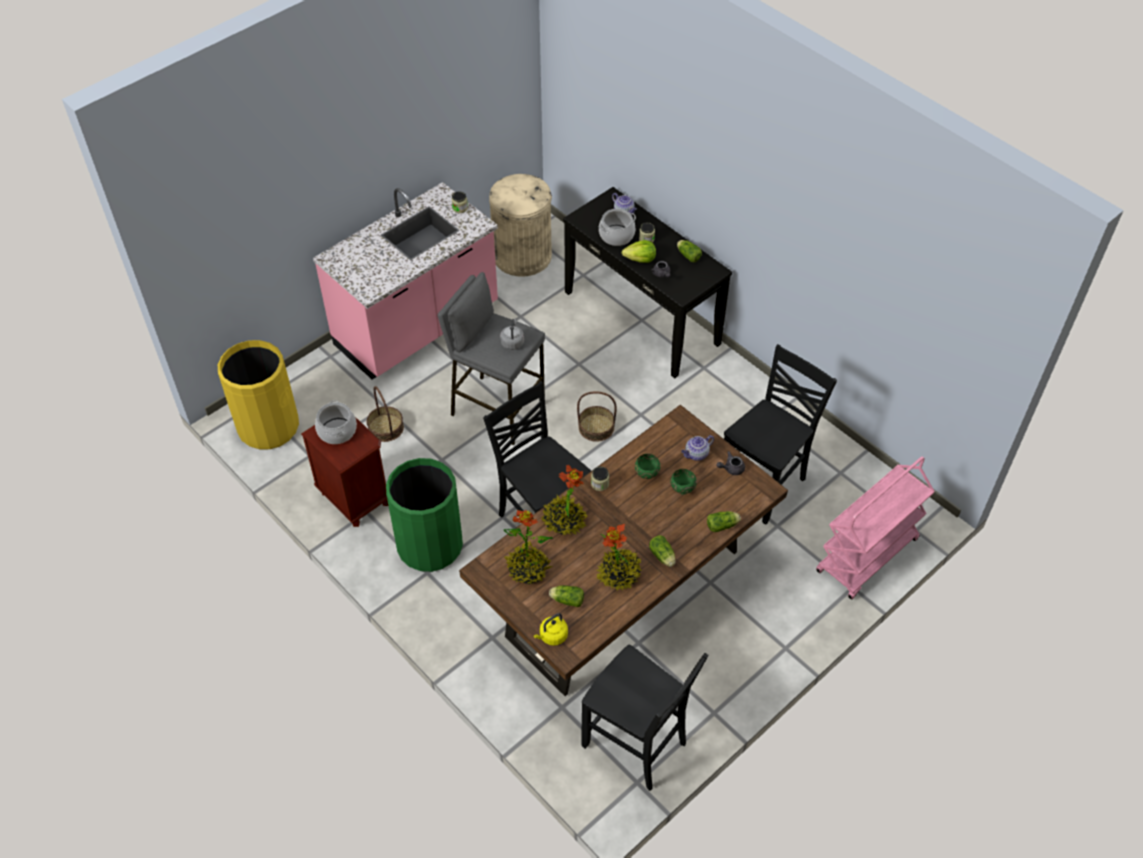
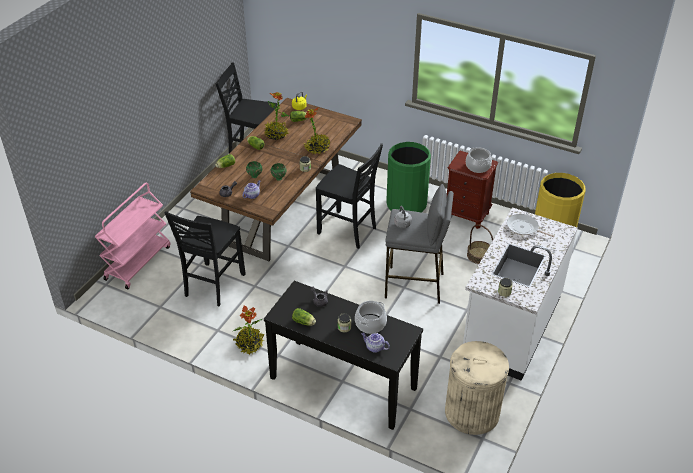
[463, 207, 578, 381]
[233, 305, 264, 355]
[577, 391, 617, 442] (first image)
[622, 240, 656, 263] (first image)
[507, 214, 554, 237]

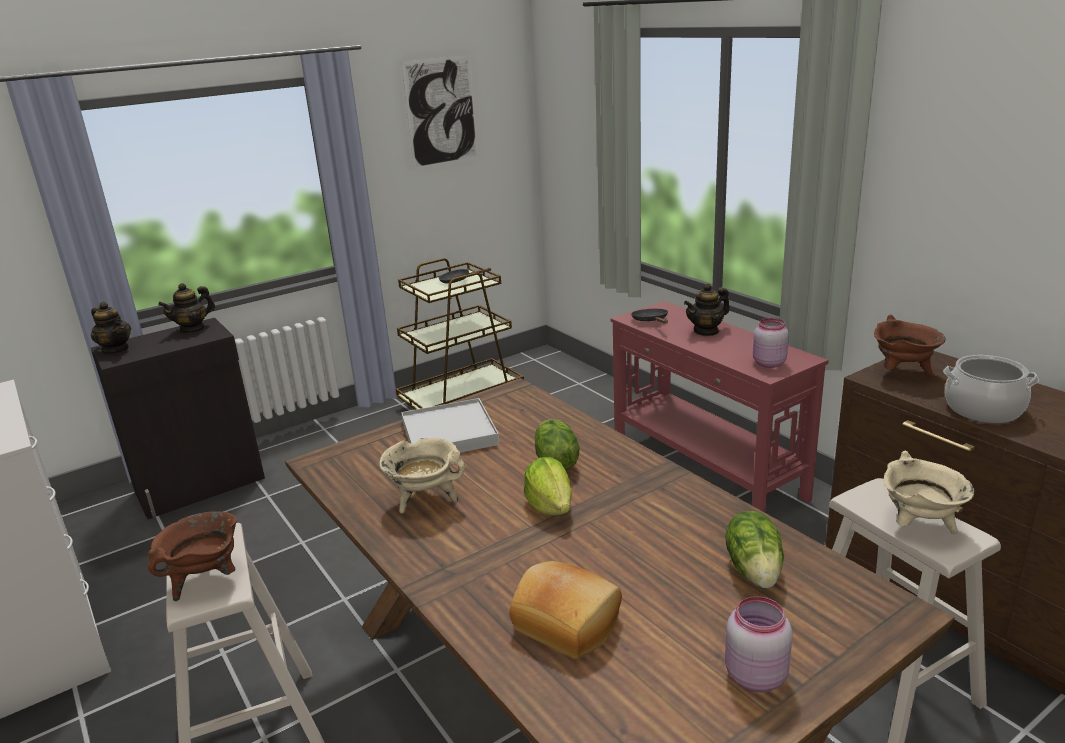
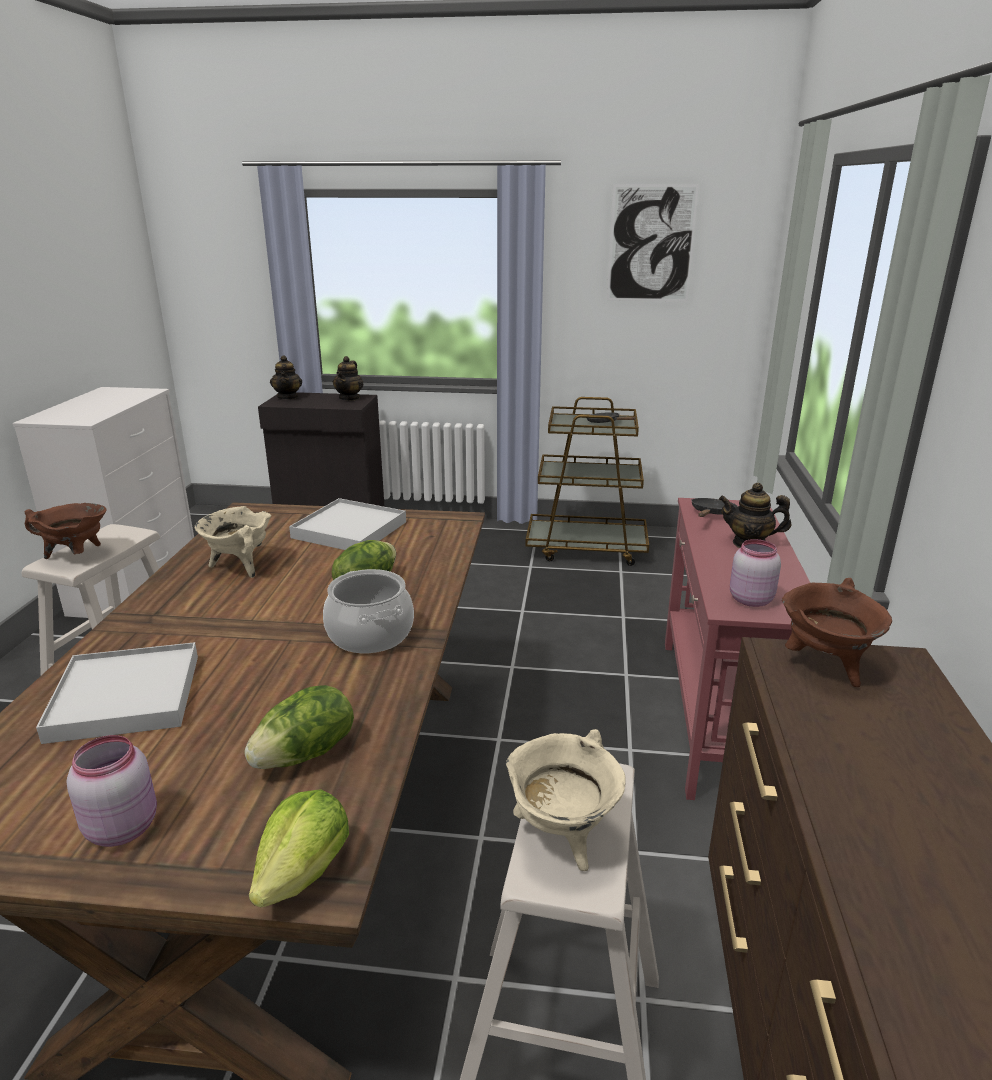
[333, 356, 363, 401]
[36, 642, 198, 744]
[249, 789, 349, 908]
[323, 569, 414, 653]

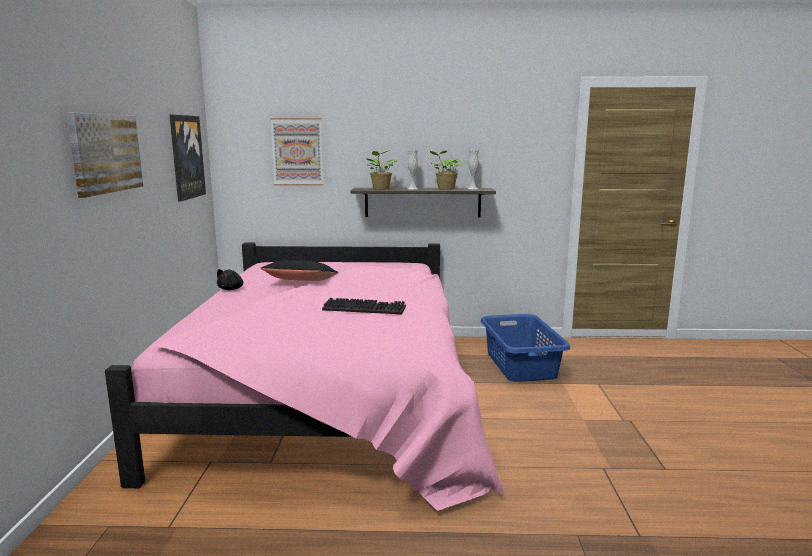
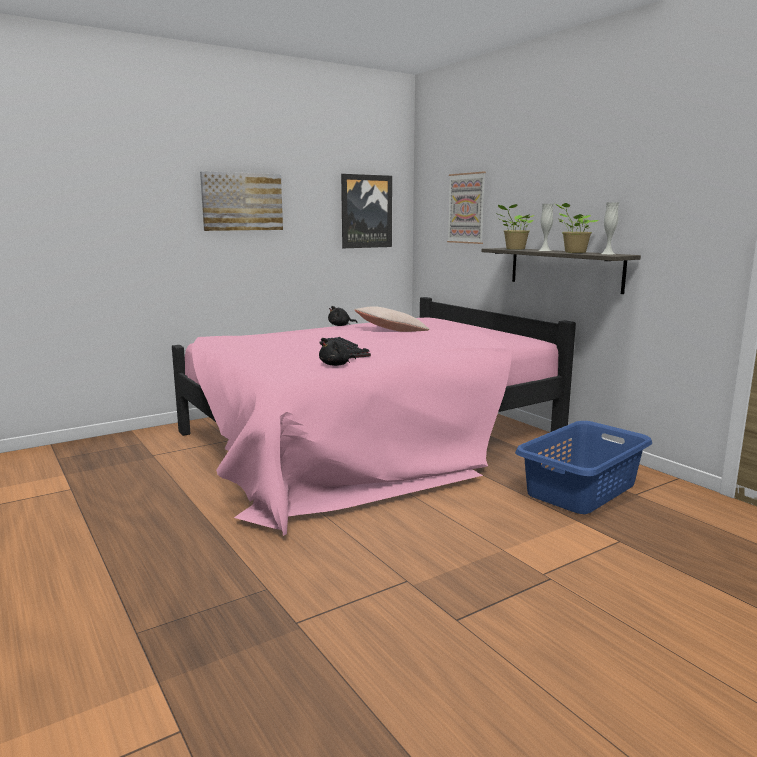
[355, 306, 430, 332]
[319, 338, 356, 366]

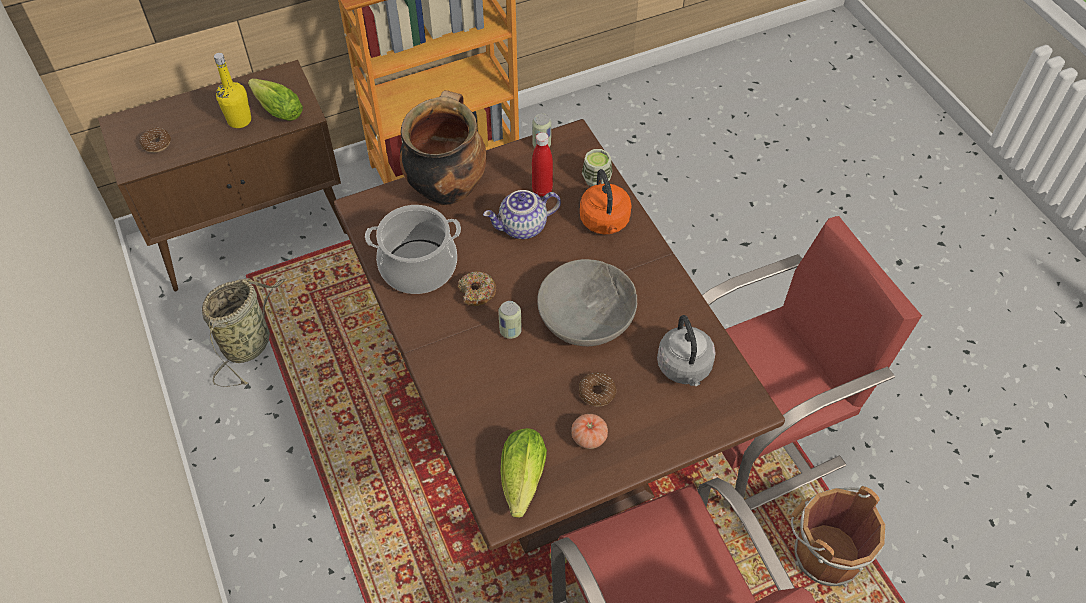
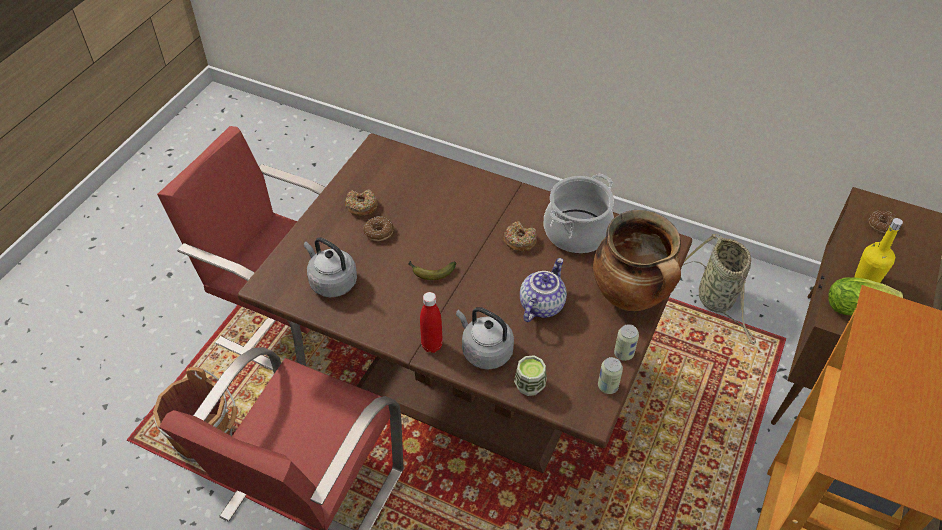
[614, 324, 639, 361]
[501, 428, 547, 518] (first image)
[420, 292, 443, 353]
[408, 261, 456, 280]
[345, 189, 378, 216]
[456, 307, 514, 370]

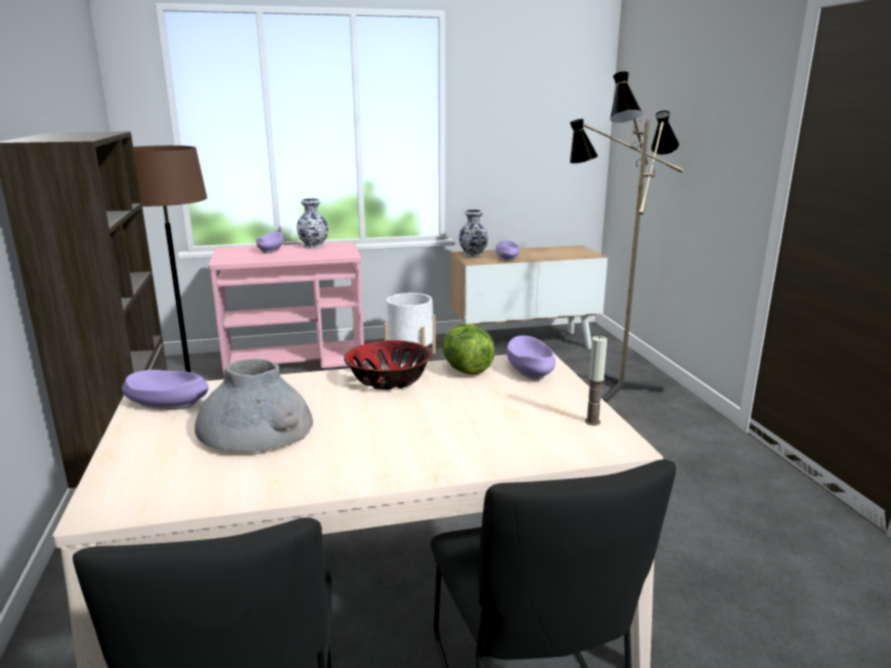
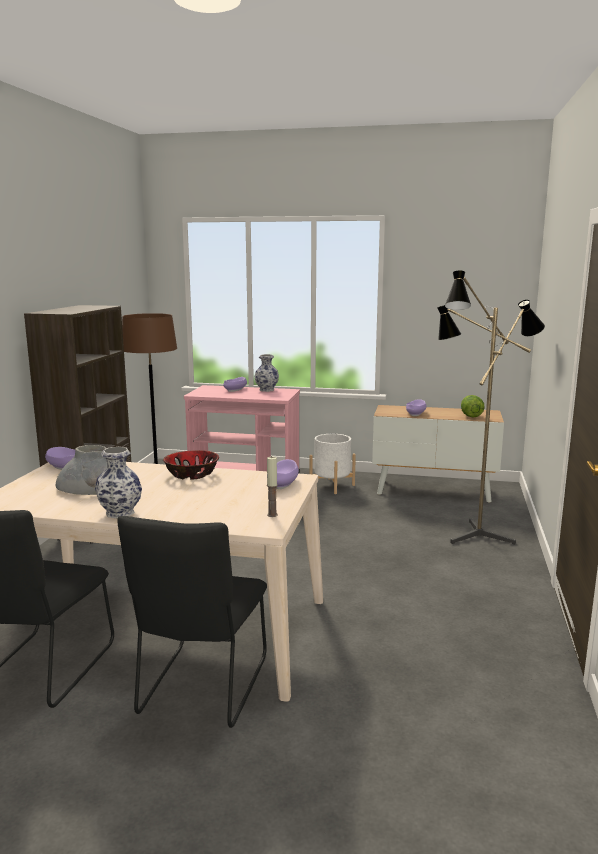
[461, 395, 485, 417]
[95, 447, 142, 519]

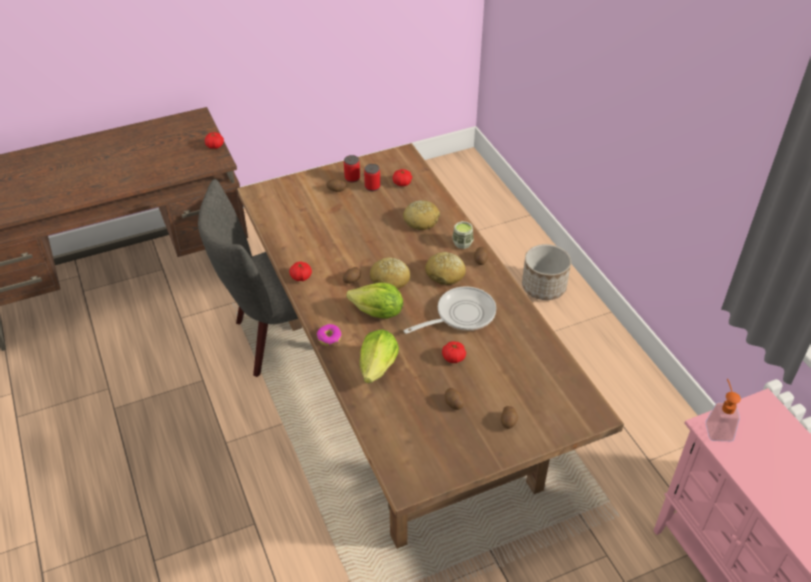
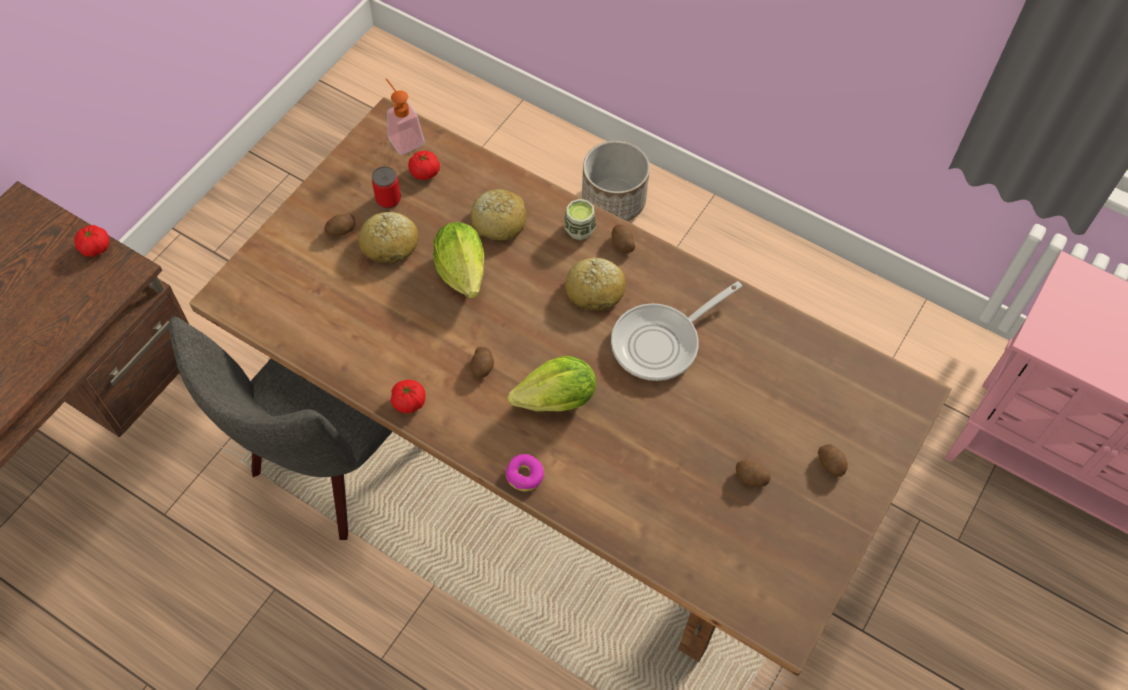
[344, 155, 360, 183] (first image)
[433, 222, 485, 298]
[358, 212, 418, 264]
[611, 281, 742, 381]
[442, 341, 466, 363] (first image)
[386, 79, 425, 155]

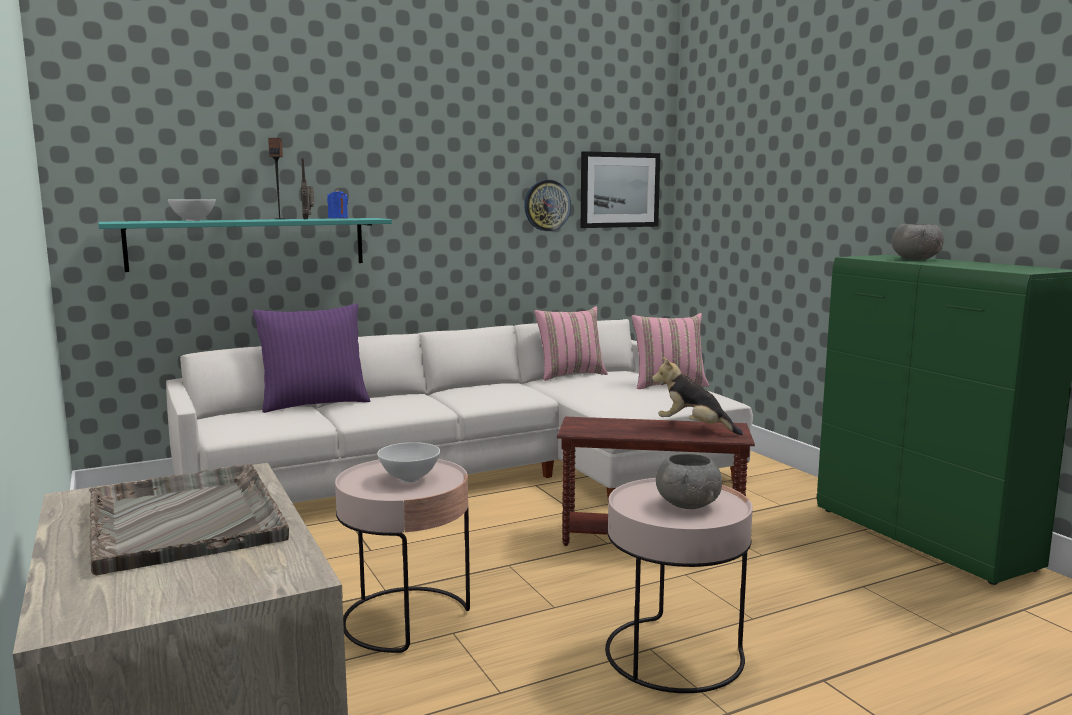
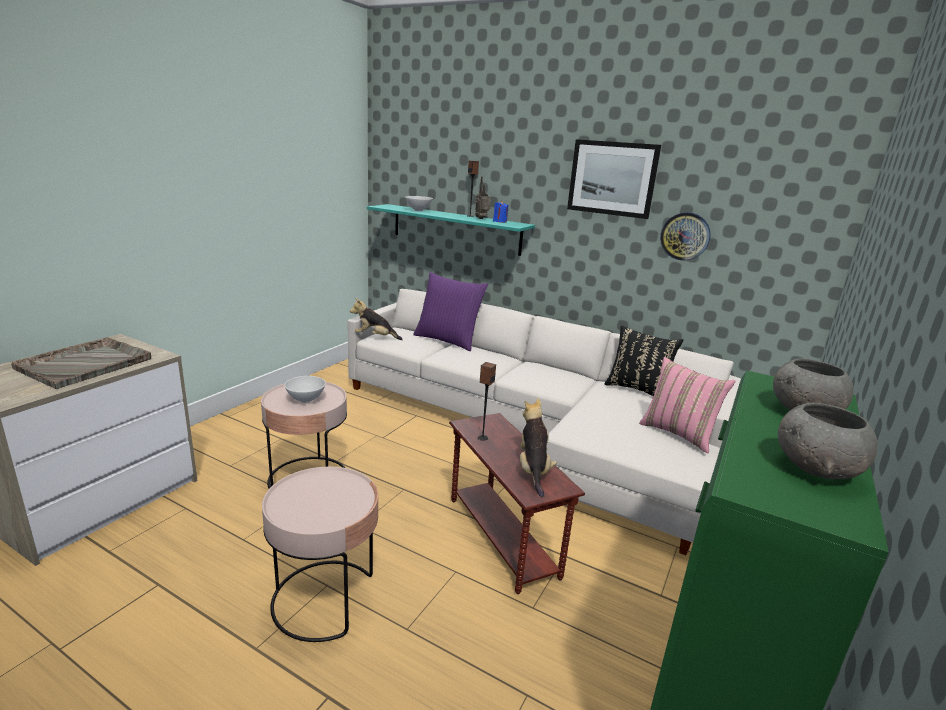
[605, 325, 683, 396]
[567, 139, 661, 219]
[778, 403, 878, 479]
[350, 298, 403, 340]
[478, 362, 496, 441]

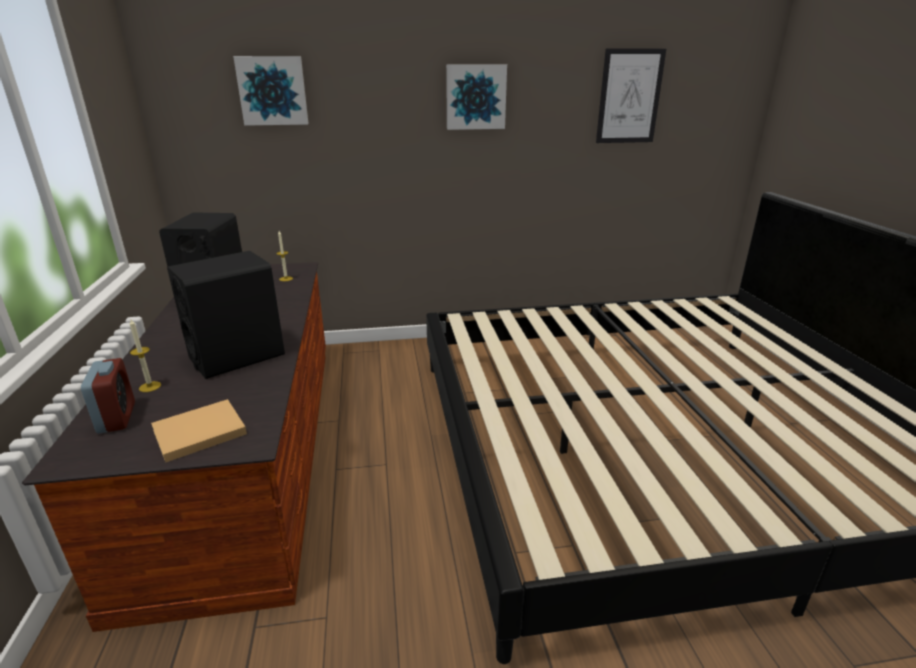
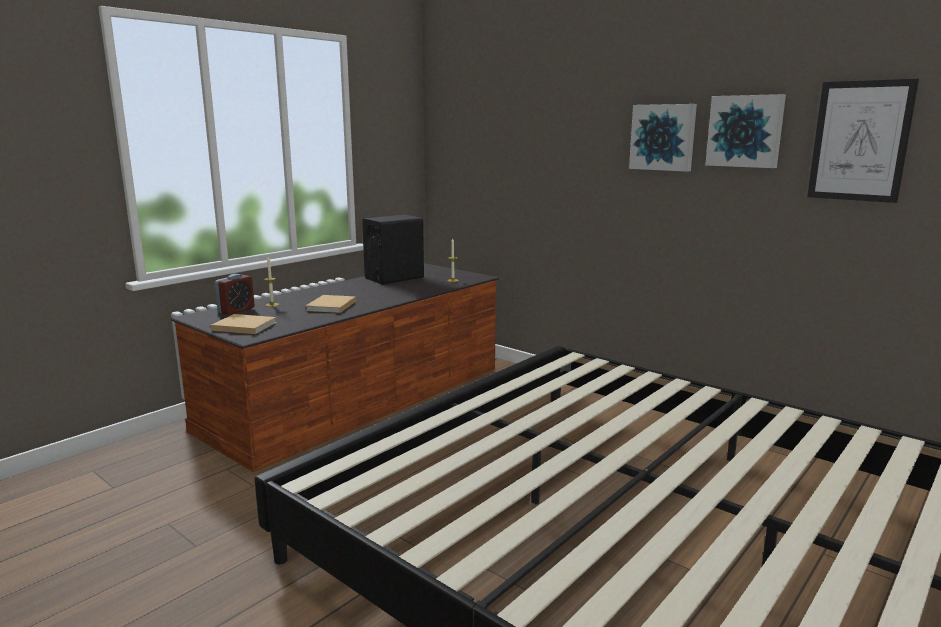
[306, 295, 356, 313]
[705, 94, 786, 168]

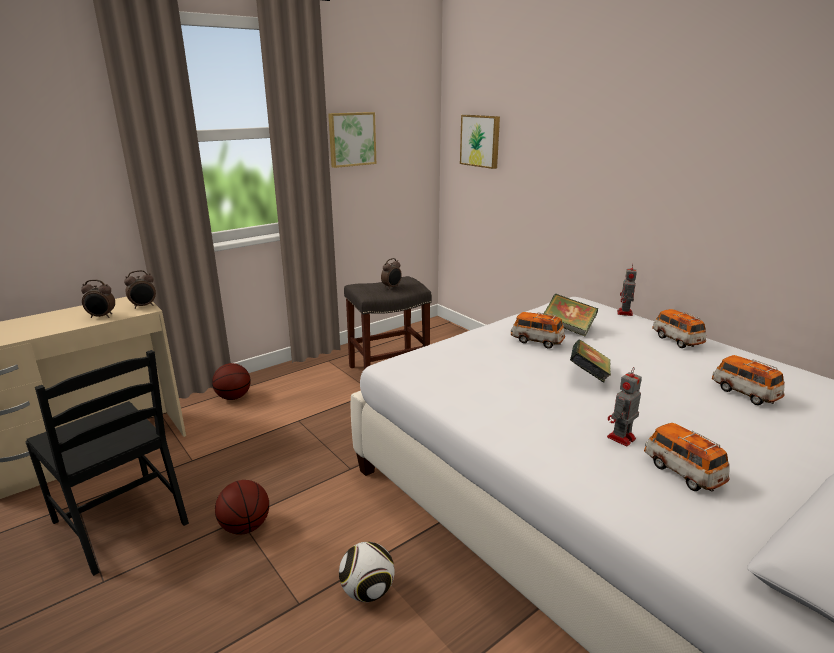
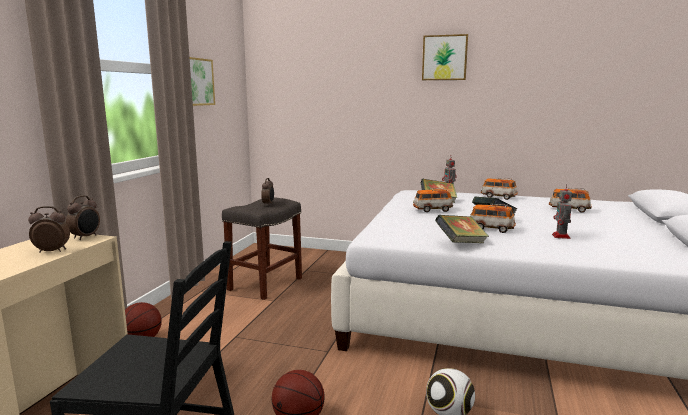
[28, 206, 70, 253]
[422, 34, 468, 80]
[470, 204, 516, 233]
[435, 215, 489, 243]

